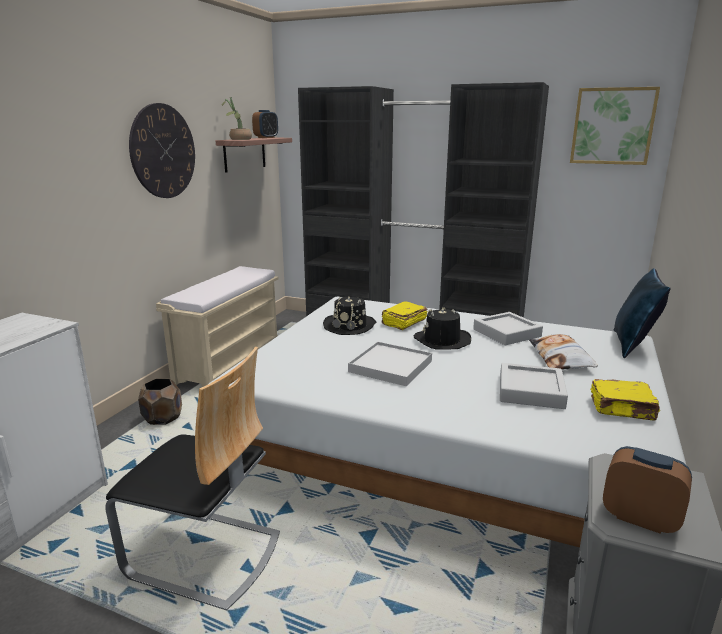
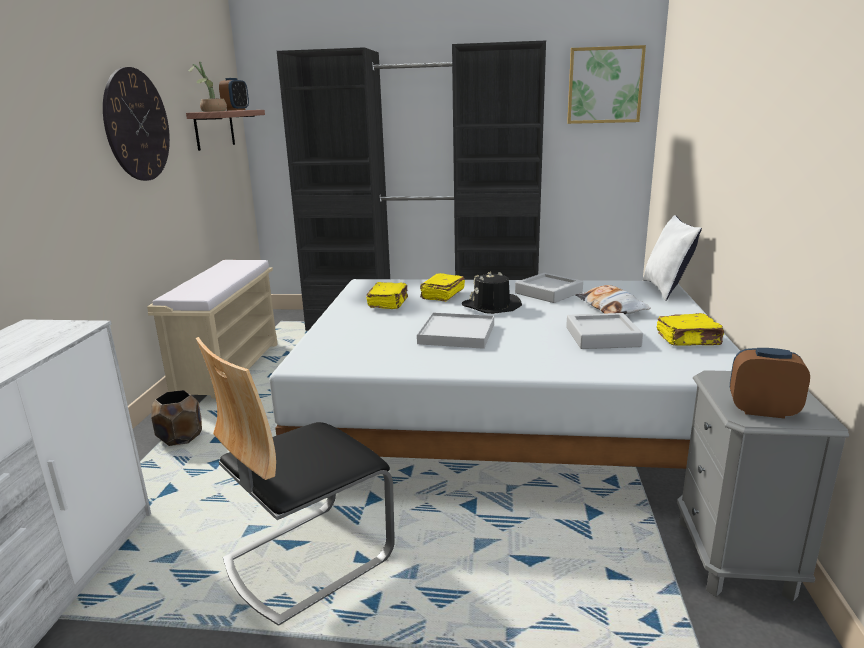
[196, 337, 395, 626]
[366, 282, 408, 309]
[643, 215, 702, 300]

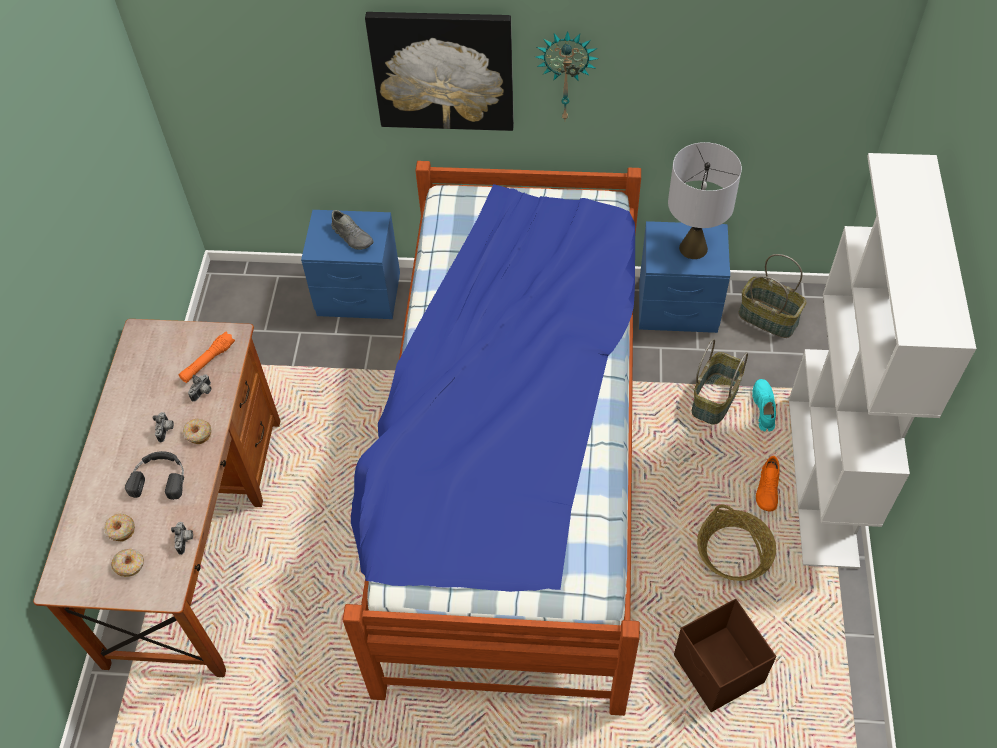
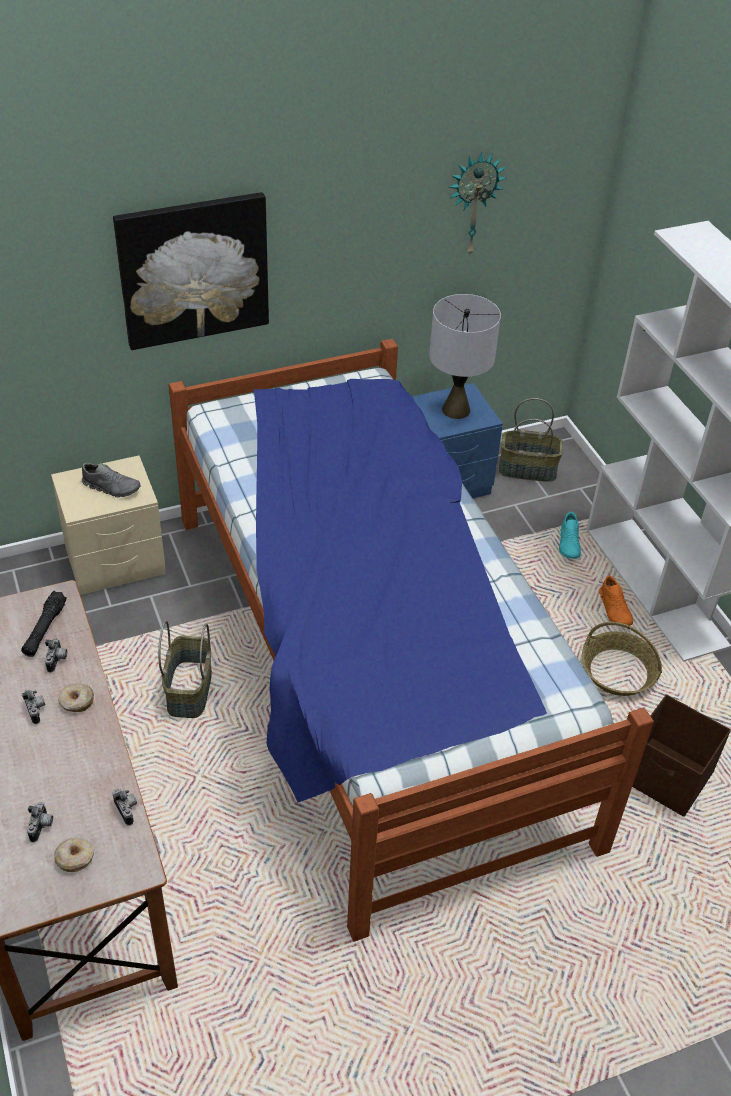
[27, 802, 53, 842]
[125, 451, 184, 500] (first image)
[21, 590, 67, 657]
[51, 455, 166, 595]
[448, 152, 506, 256]
[158, 621, 212, 718]
[559, 512, 581, 559]

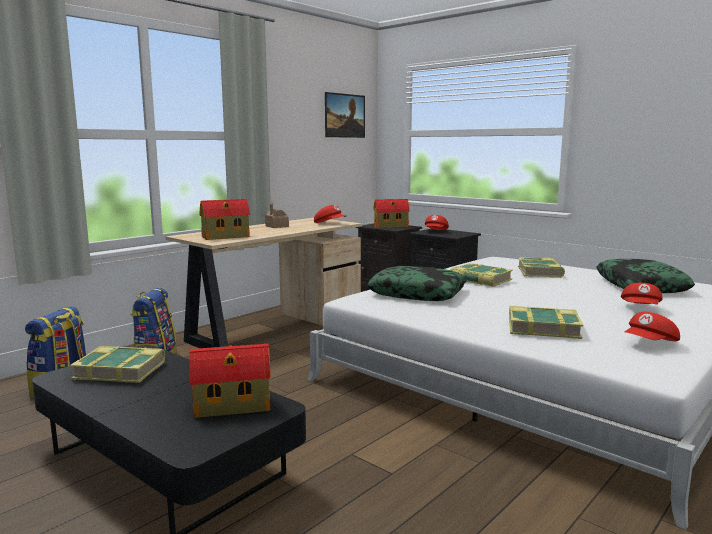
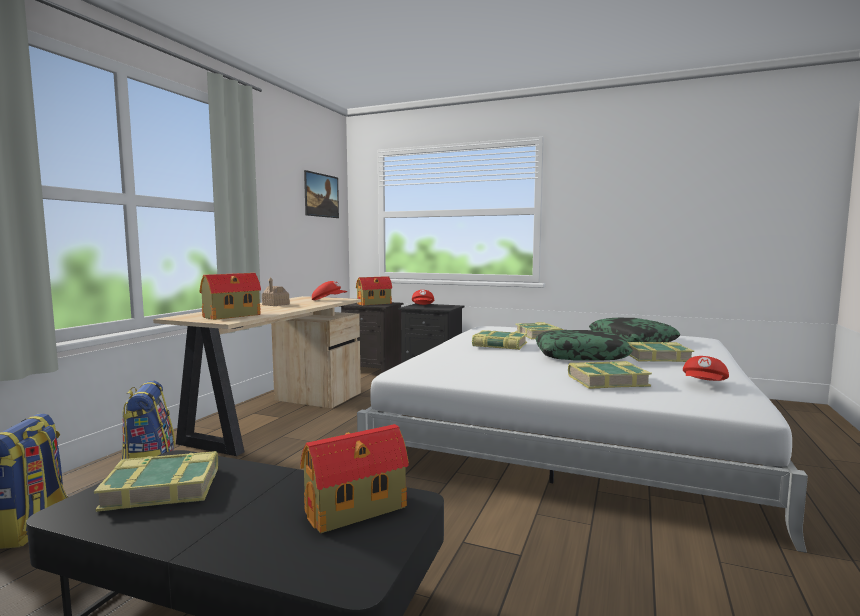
[536, 330, 633, 361]
[628, 342, 694, 362]

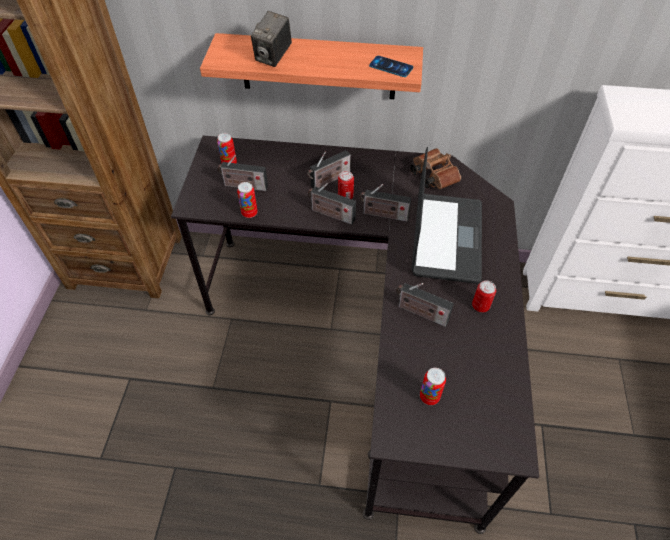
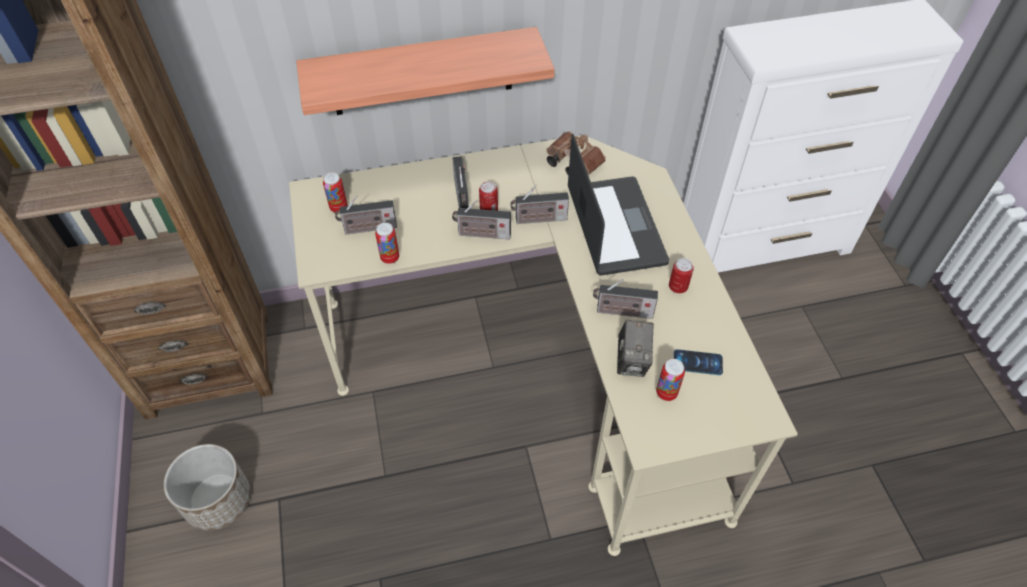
[289, 135, 798, 556]
[617, 320, 654, 377]
[452, 156, 469, 208]
[674, 349, 723, 375]
[164, 444, 250, 531]

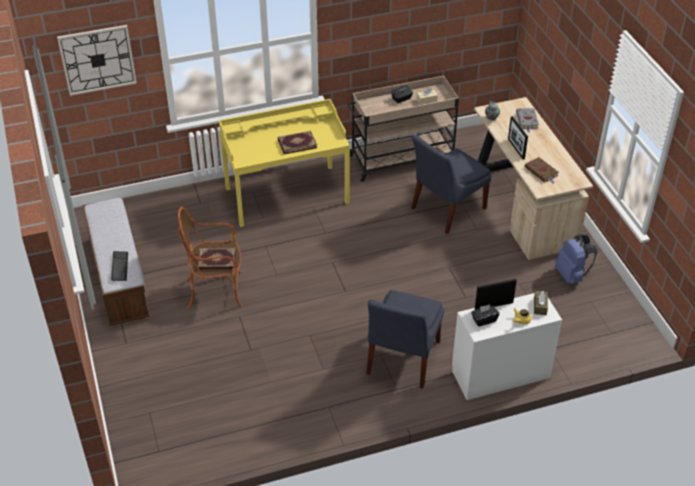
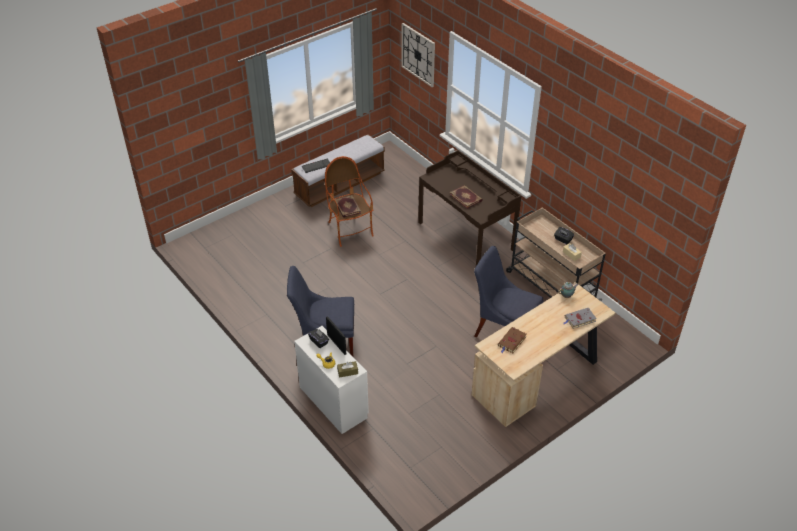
[418, 150, 521, 266]
[508, 116, 528, 159] (first image)
[555, 234, 597, 284] (first image)

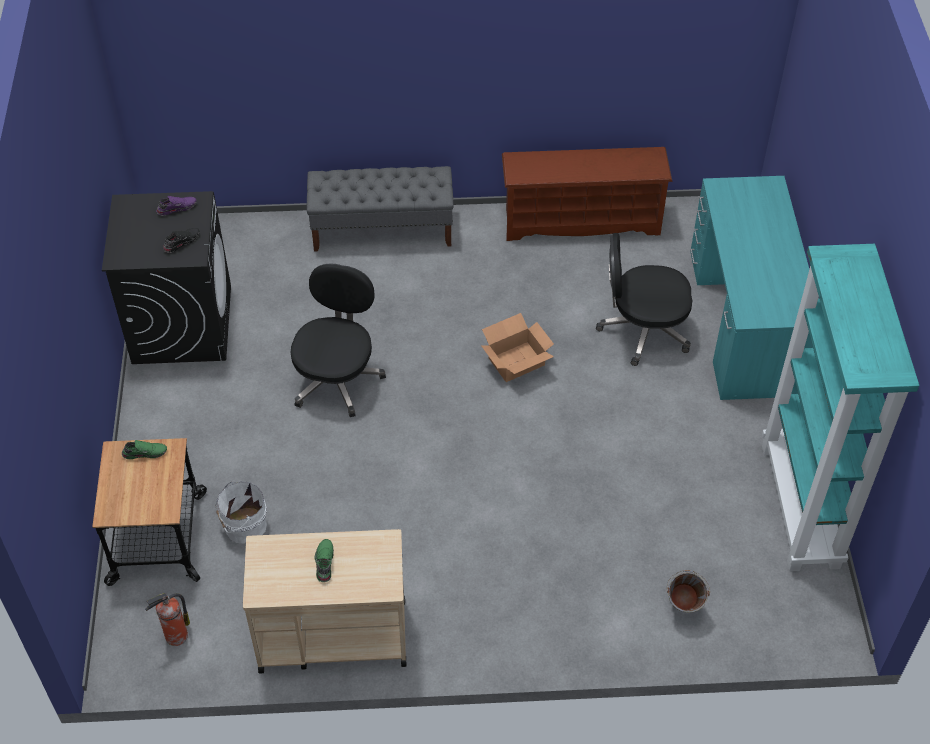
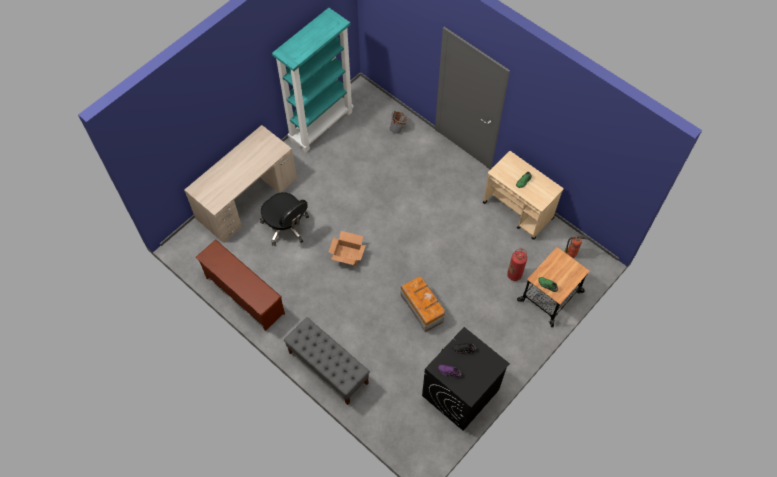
[507, 248, 527, 281]
[401, 277, 445, 333]
[184, 125, 297, 243]

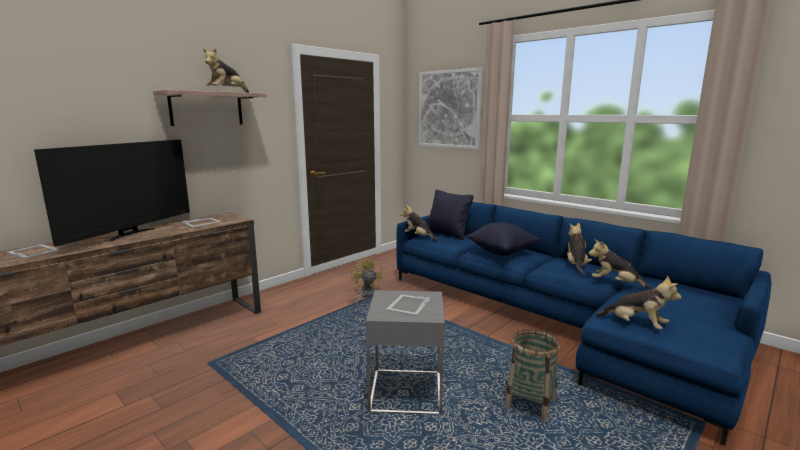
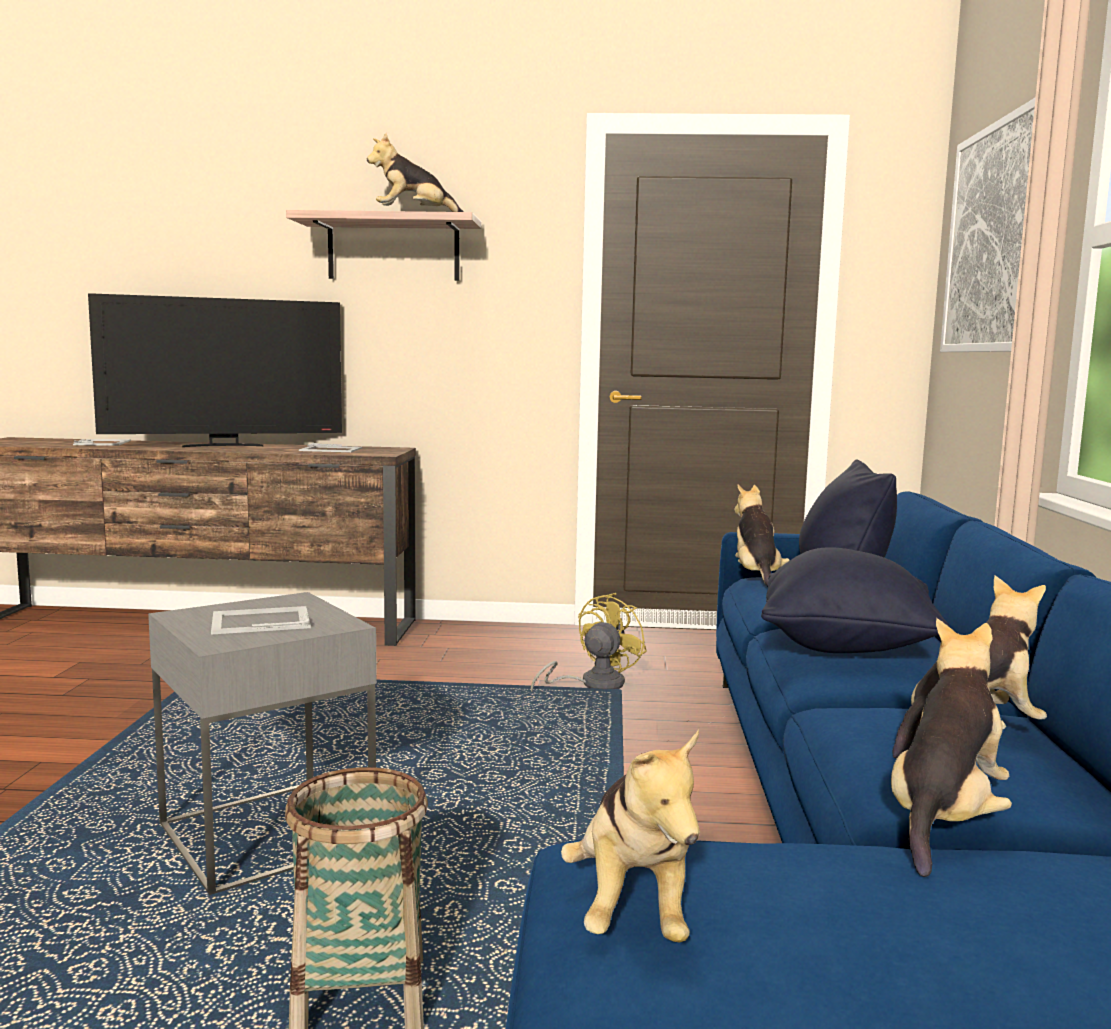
[891, 618, 1012, 877]

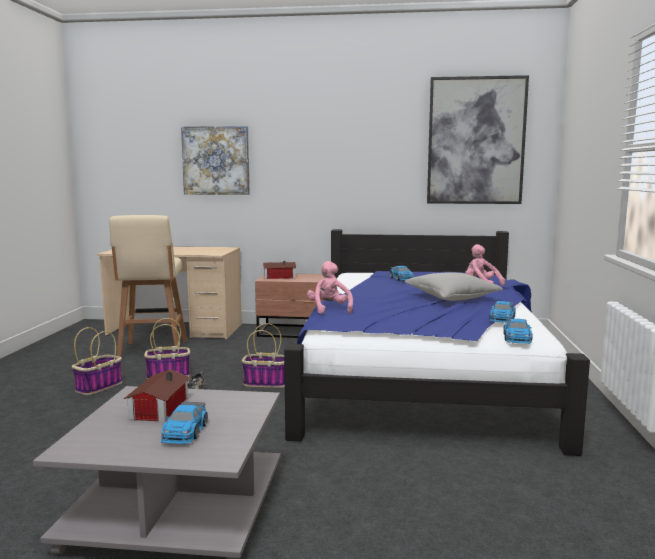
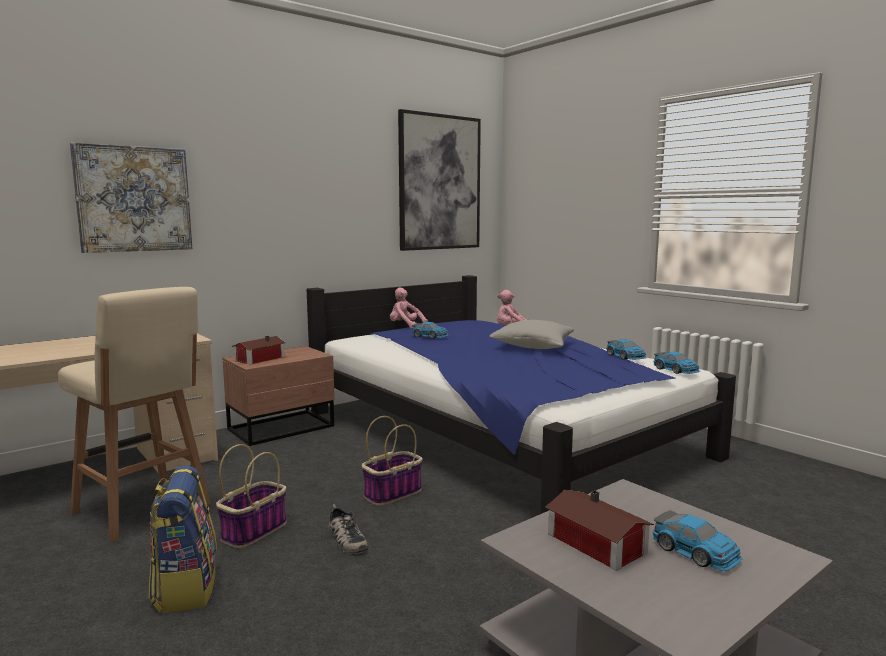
[149, 465, 217, 613]
[390, 287, 428, 329]

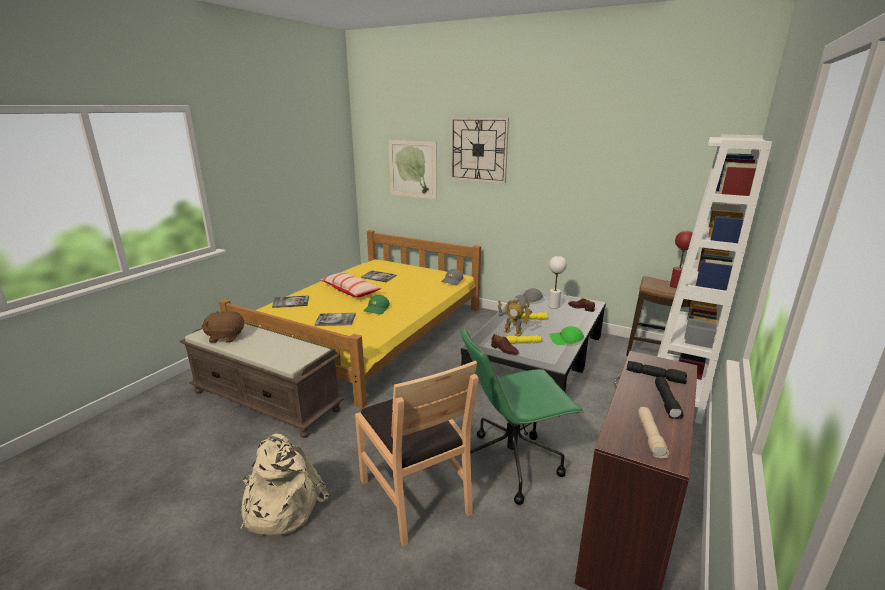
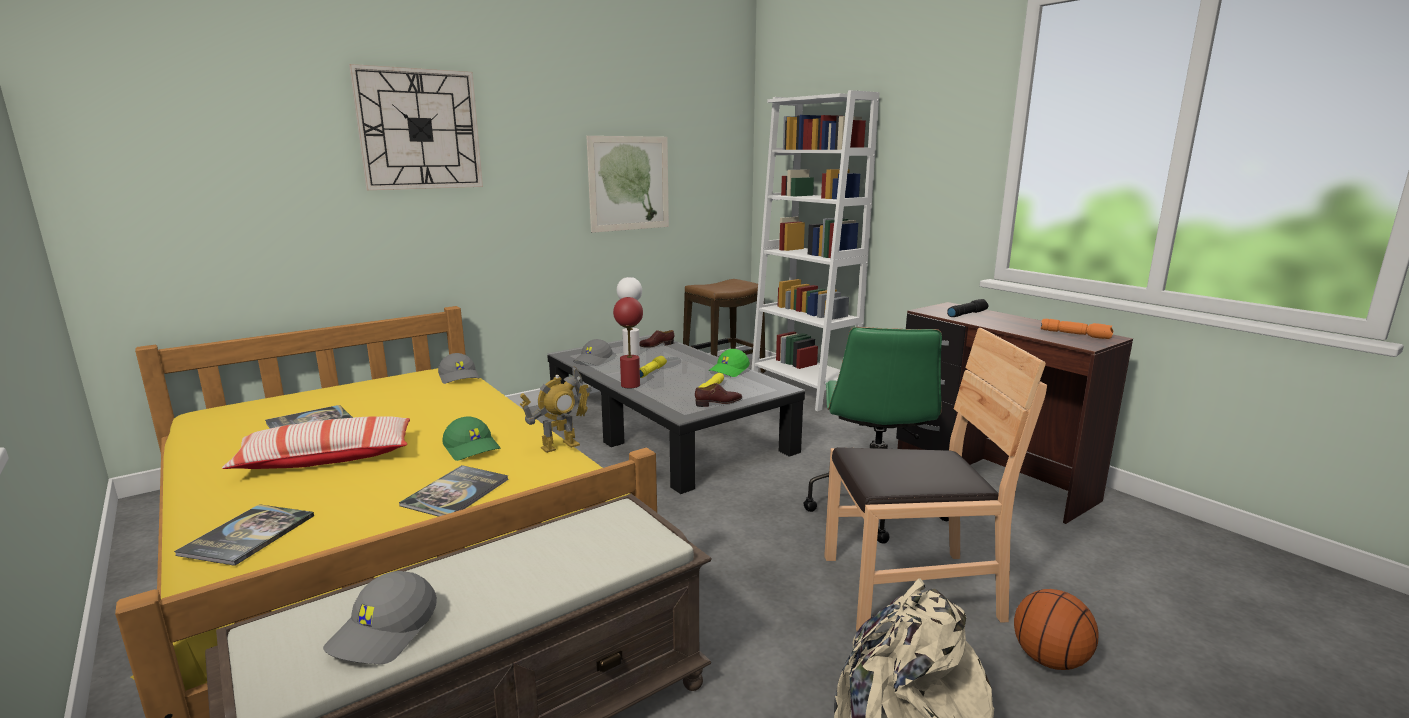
[323, 571, 437, 664]
[586, 136, 669, 233]
[520, 367, 592, 453]
[1041, 319, 1113, 339]
[655, 377, 683, 419] (first image)
[613, 297, 643, 388]
[1014, 589, 1099, 670]

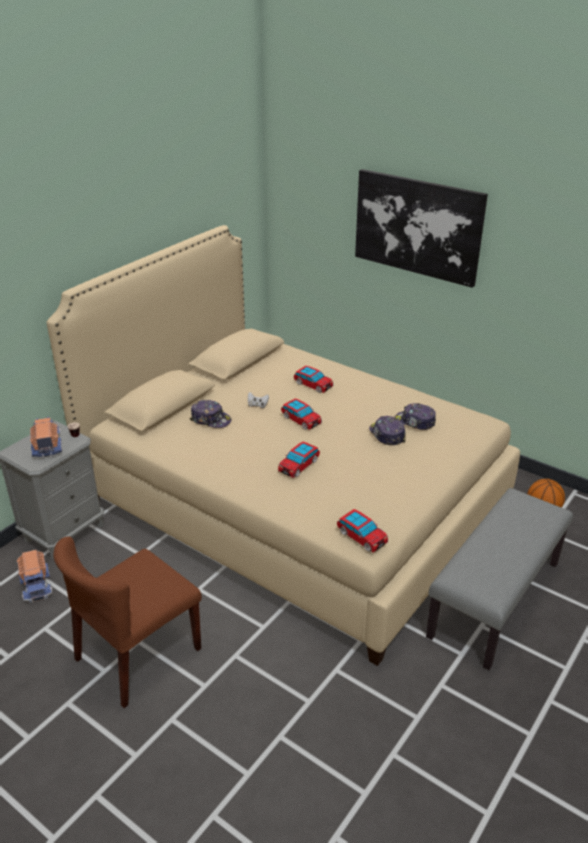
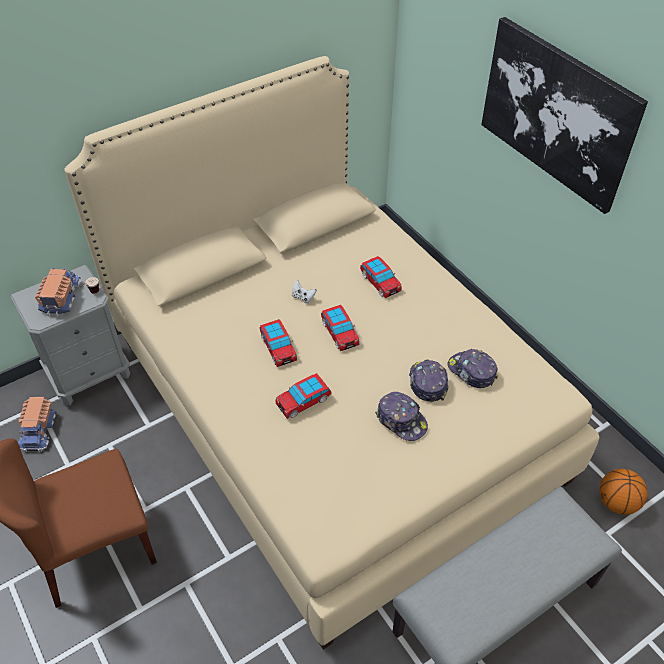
[376, 392, 428, 441]
[260, 319, 297, 367]

